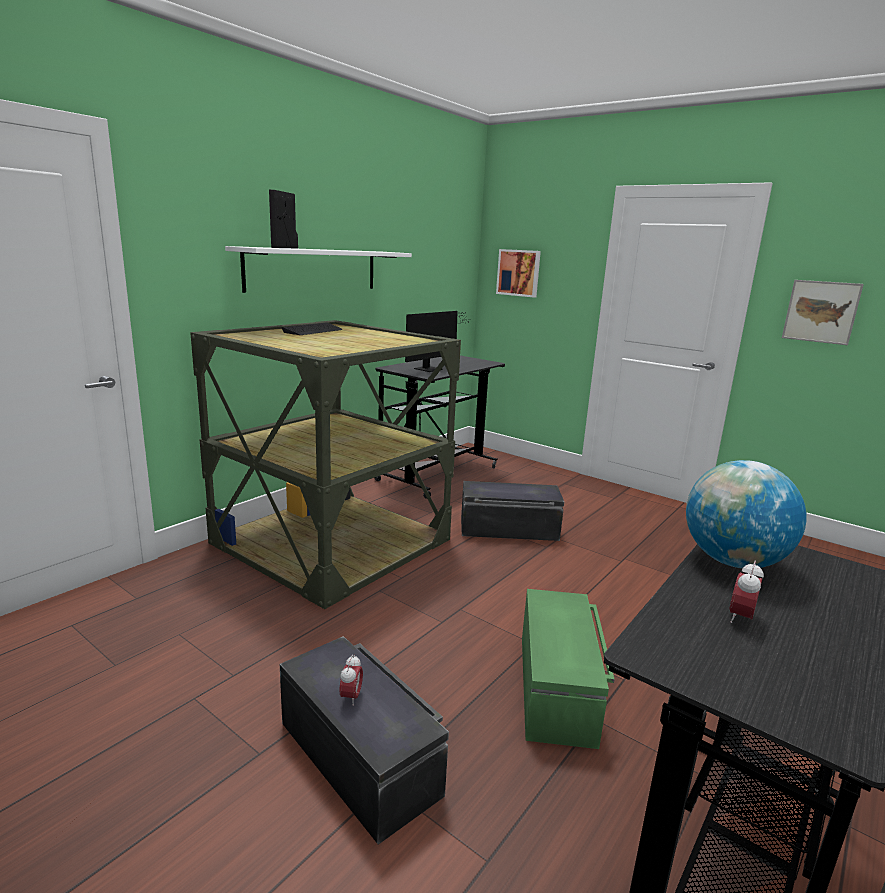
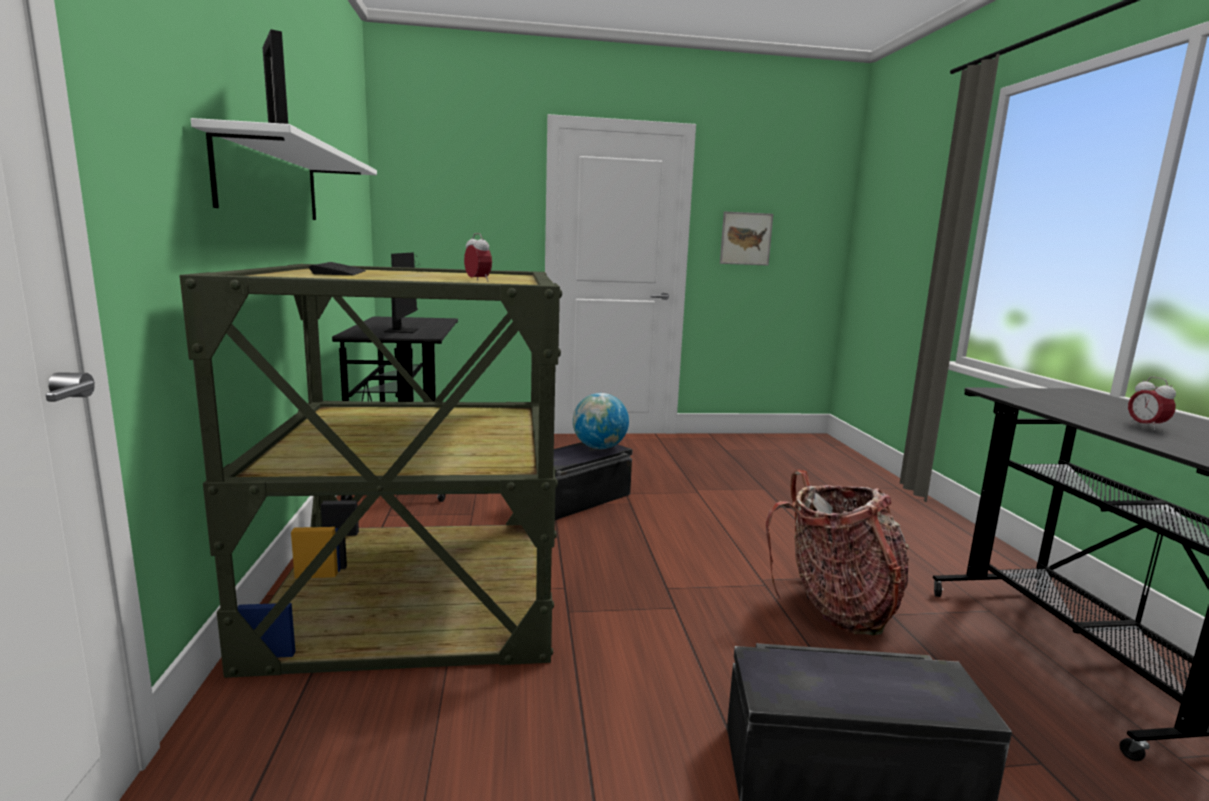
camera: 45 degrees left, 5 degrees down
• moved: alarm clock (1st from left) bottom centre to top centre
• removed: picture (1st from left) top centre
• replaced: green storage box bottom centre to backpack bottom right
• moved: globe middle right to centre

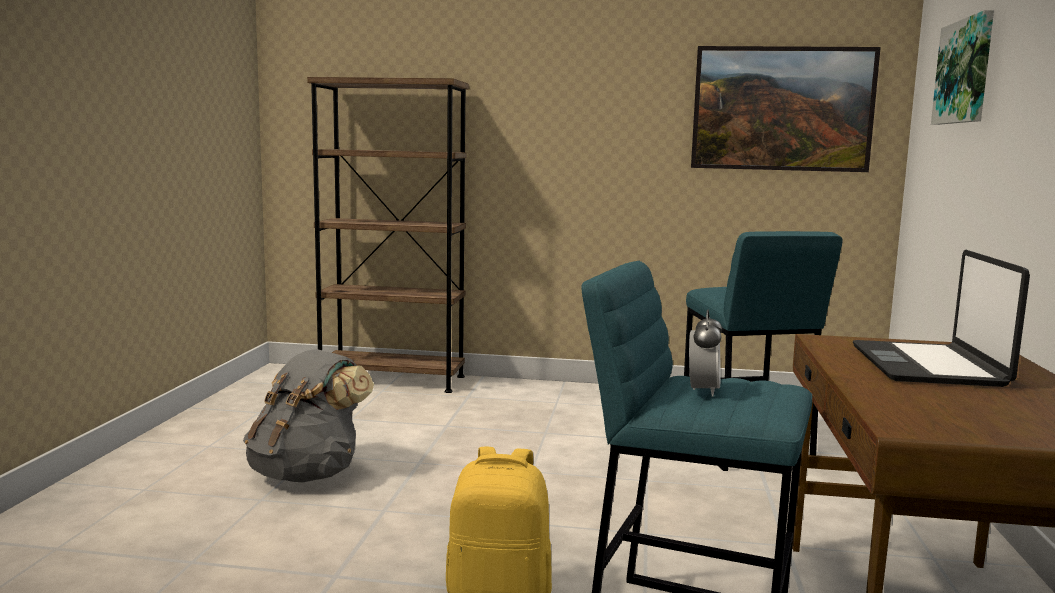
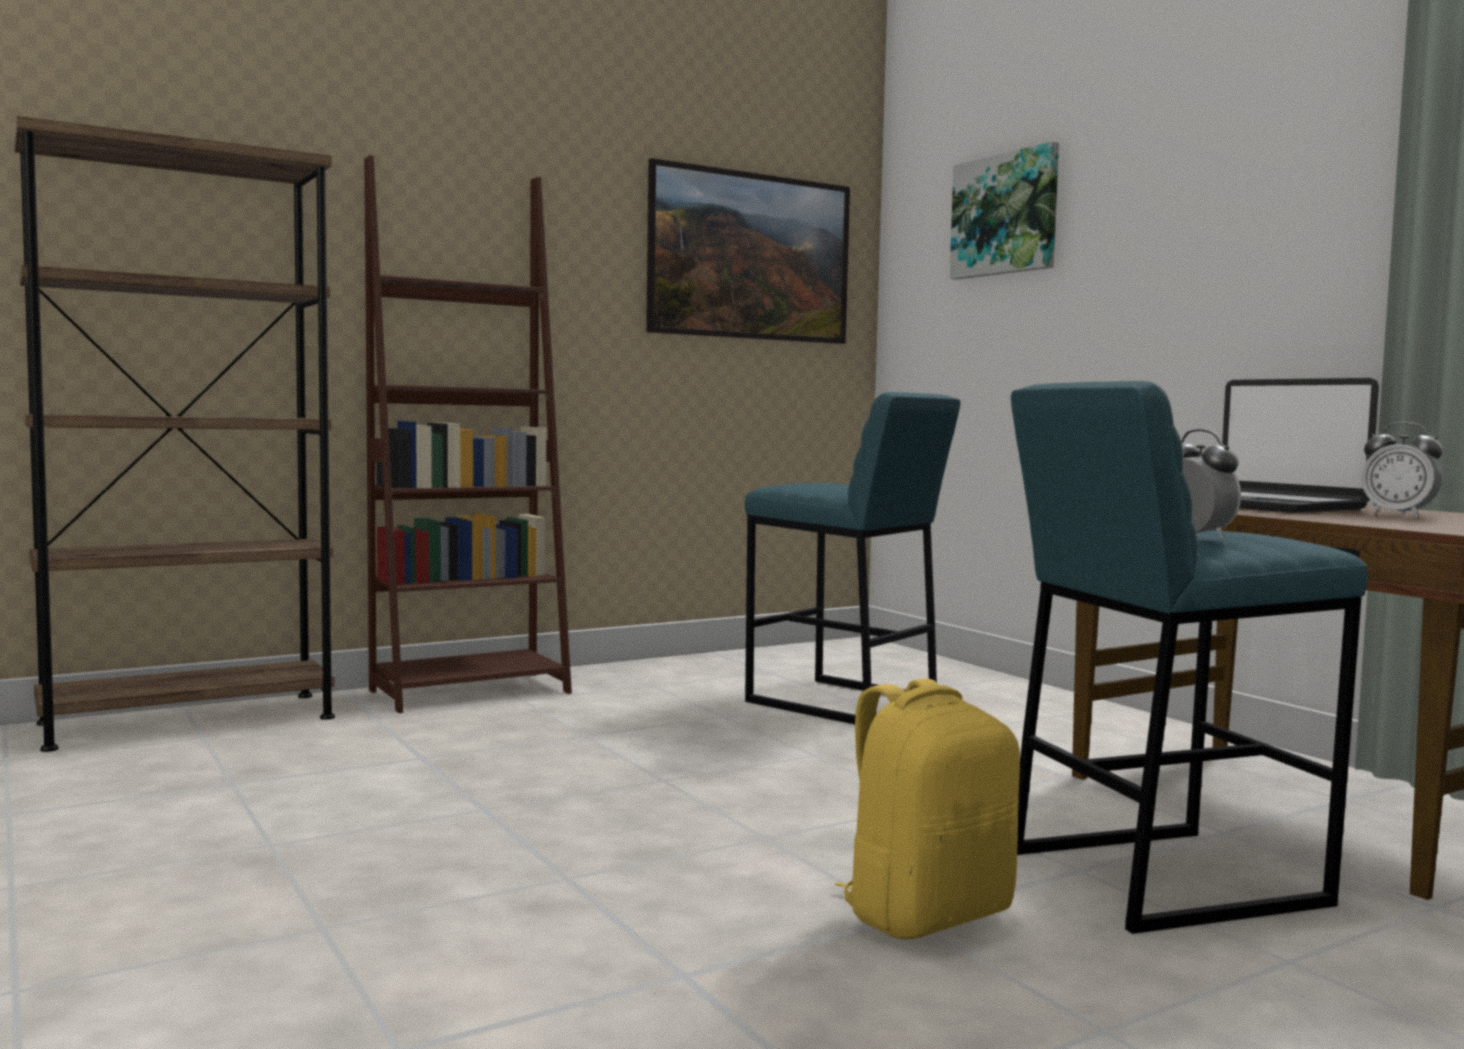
camera: 40 degrees left, 5 degrees down
• removed: grey backpack bottom left
• added: brown bookcase (2nd from left) middle left
• added: alarm clock (2nd from left) middle right

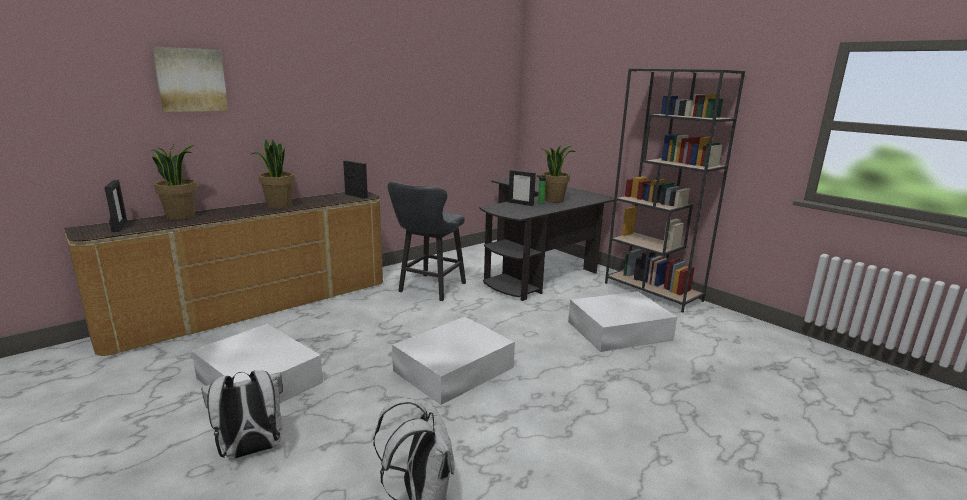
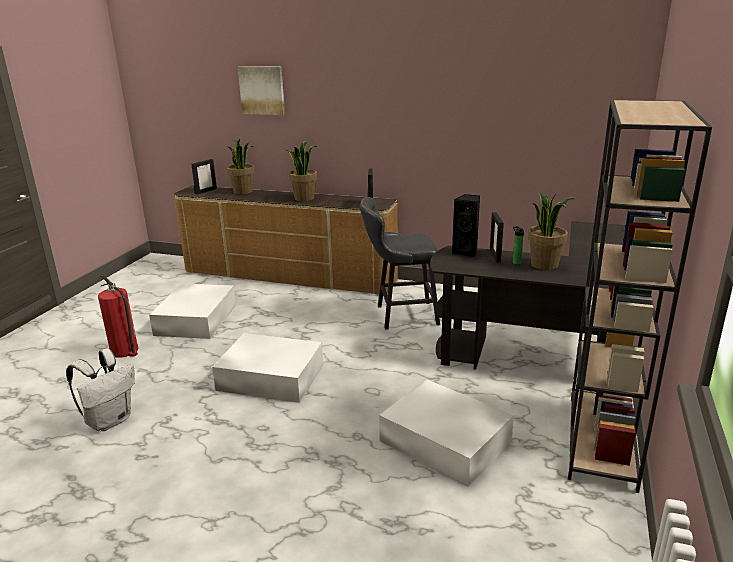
camera: 60 degrees right, 5 degrees up
• replaced: white backpack (1st from left) bottom left to fire extinguisher middle left
• added: black speaker centre

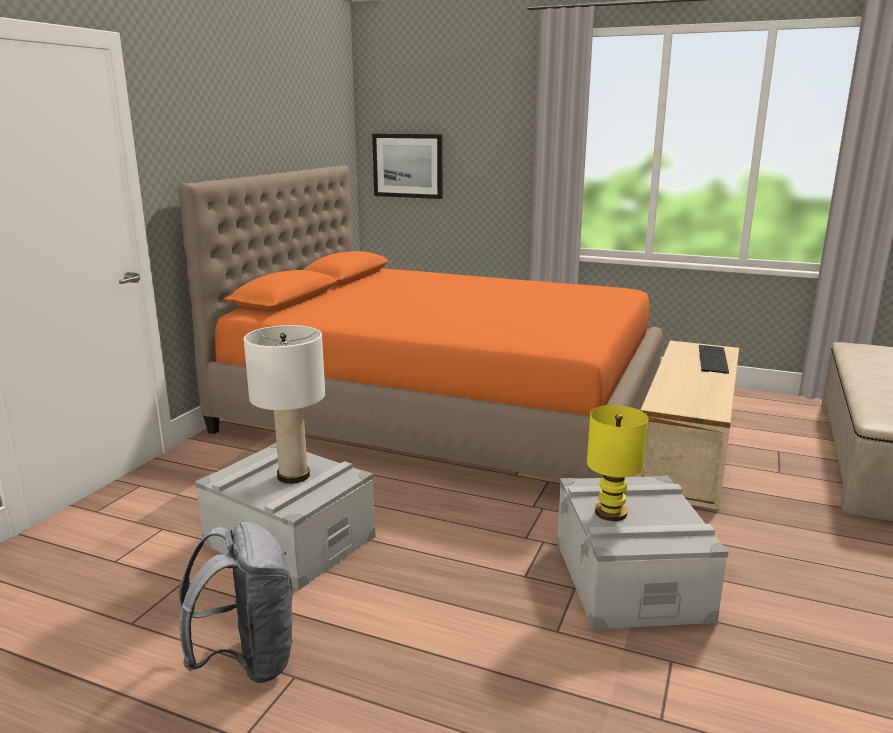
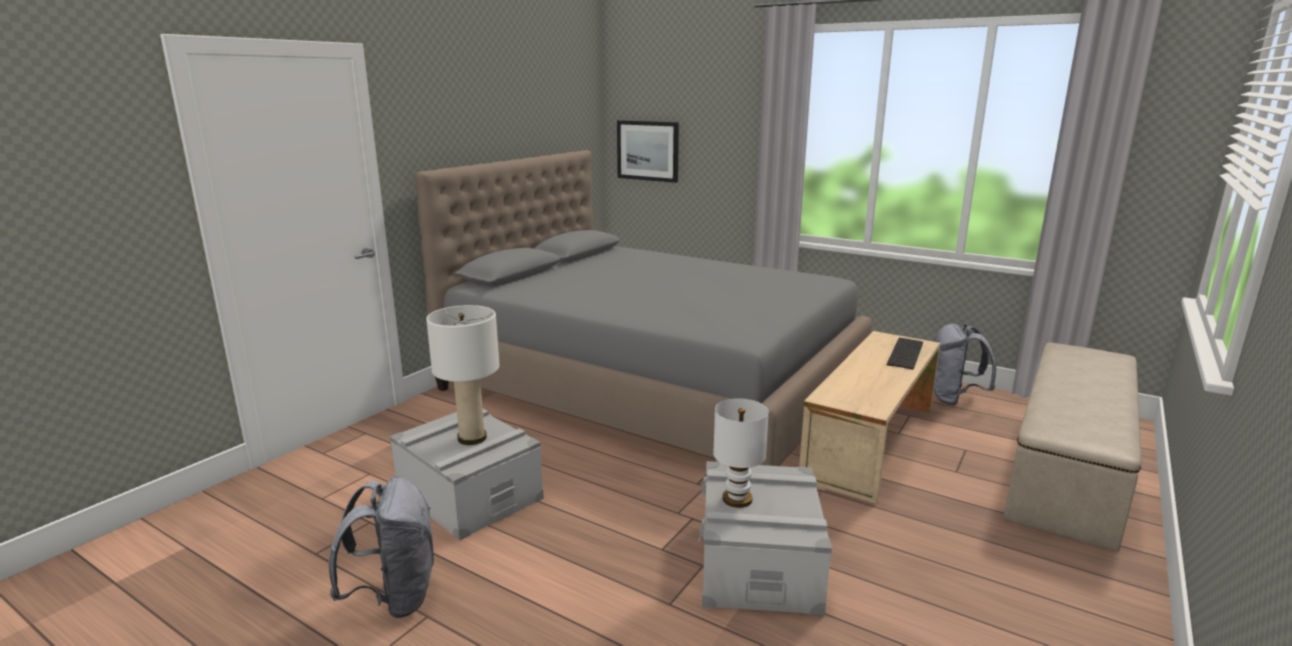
camera: 10 degrees right, 0 degrees up
• recoloured: orange bed centre to grey bed centre
• recoloured: yellow table lamp middle right to white table lamp (2nd from left) bottom centre
• added: grey backpack (2nd from left) middle right

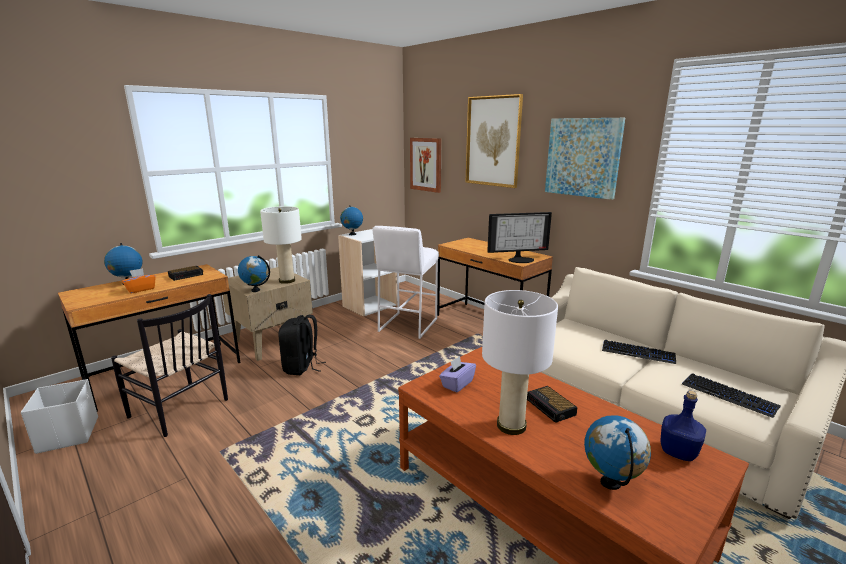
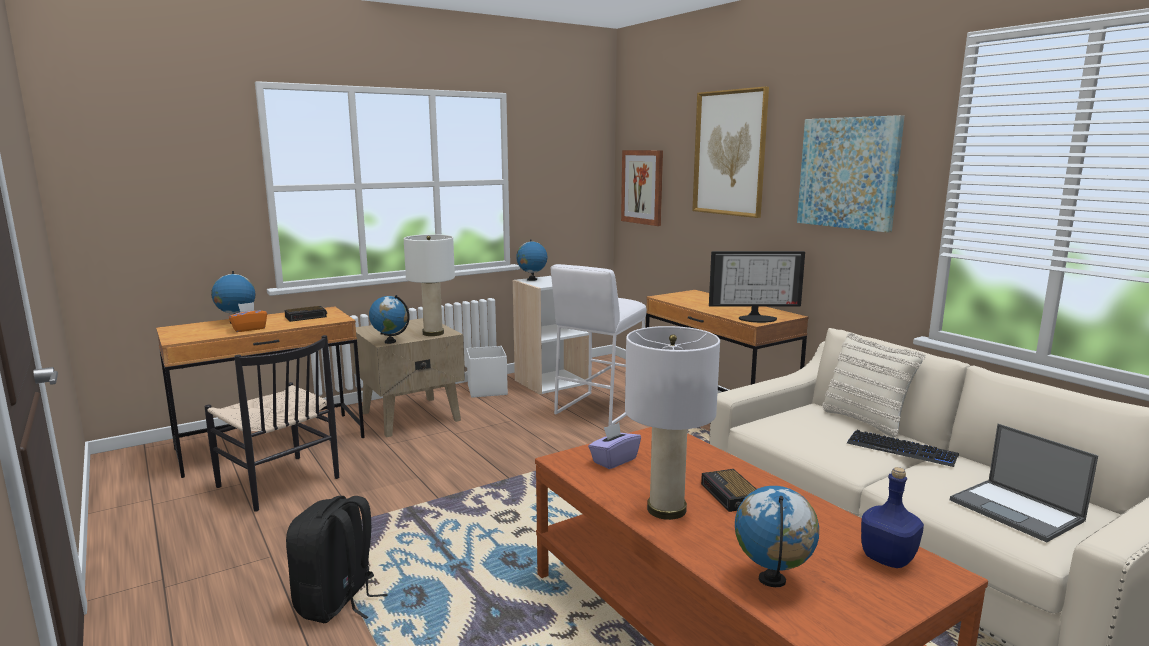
camera: 10 degrees right, 5 degrees down
• moved: white storage box bottom left to centre
• moved: black backpack centre to bottom left
• replaced: keyboard (2nd from left) bottom right to laptop bottom right
• added: beige pillow middle right

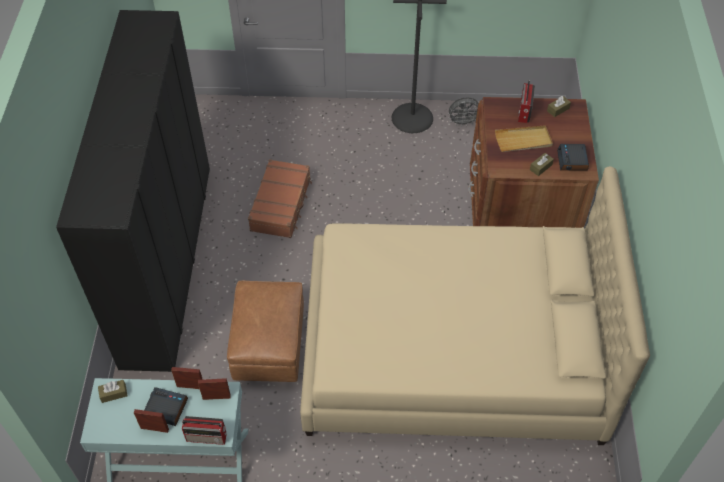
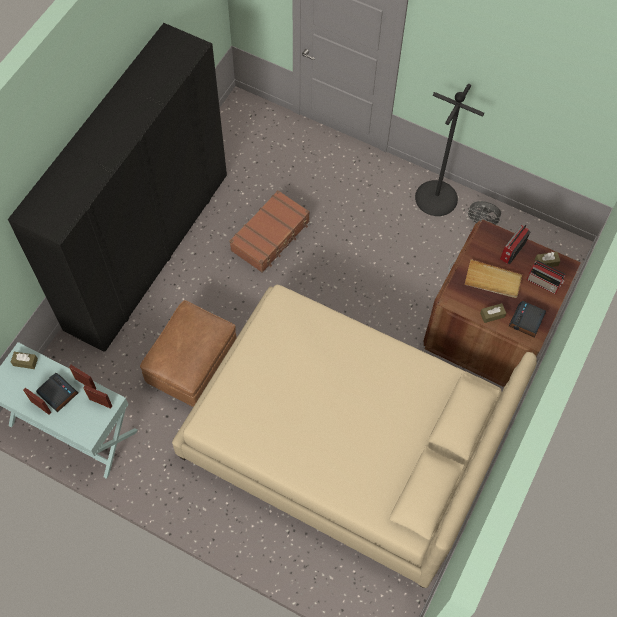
camera: 25 degrees right, 10 degrees up
• moved: radio (1st from left in the first image) bottom left to radio (2nd from left) middle right

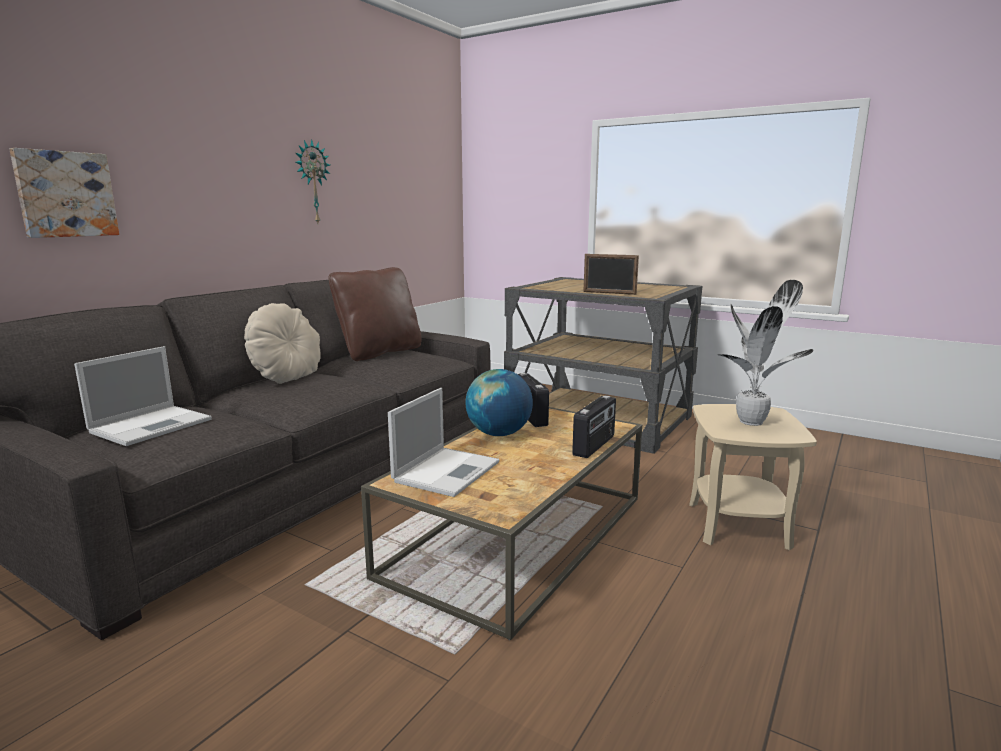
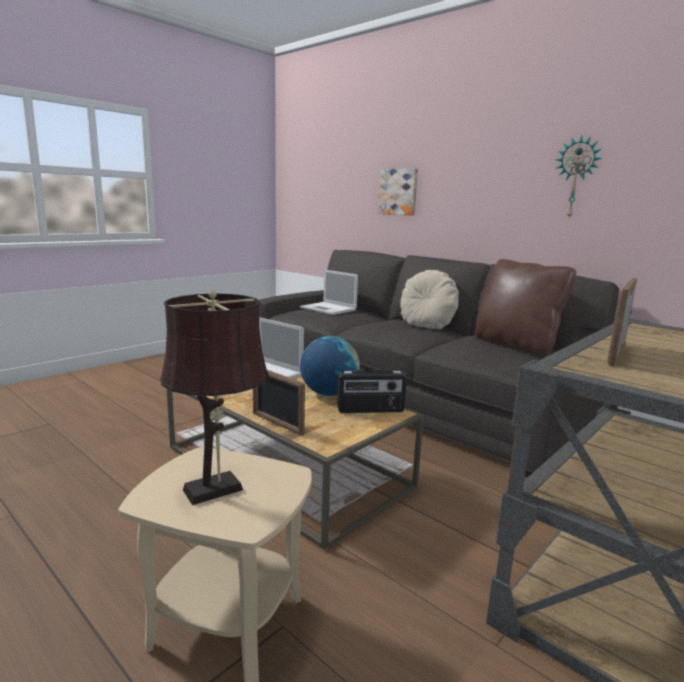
camera: 100 degrees right, 0 degrees up
• replaced: radio (2nd from left) centre to picture frame (1st from left) centre
• replaced: potted plant middle right to brown table lamp middle left

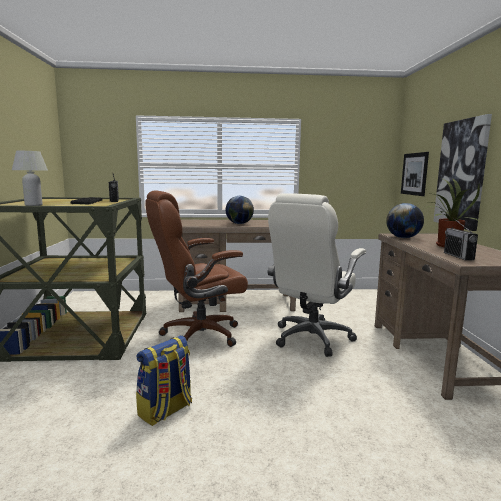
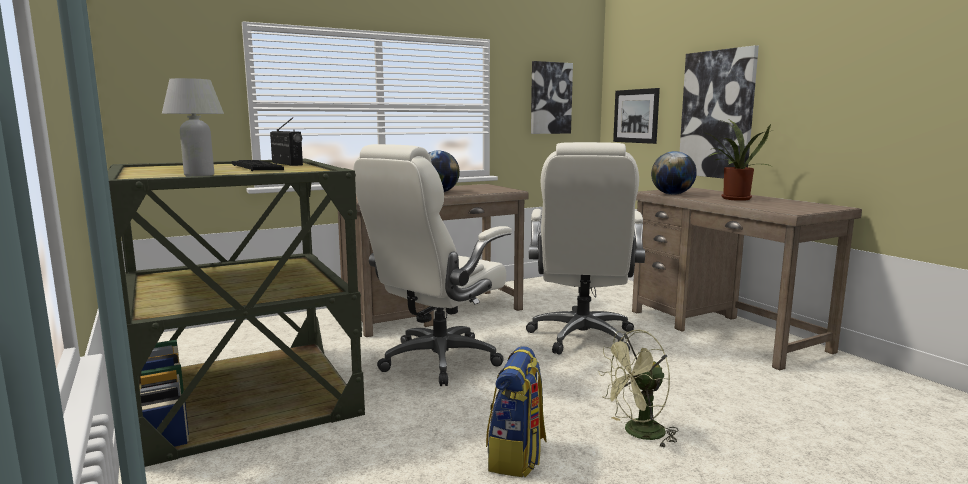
camera: 25 degrees left, 0 degrees up
• recoloured: brown office chair centre to white office chair (1st from left) centre
• removed: radio (2nd from left) middle right
• added: picture (1st from left) top centre
• added: green fan bottom centre

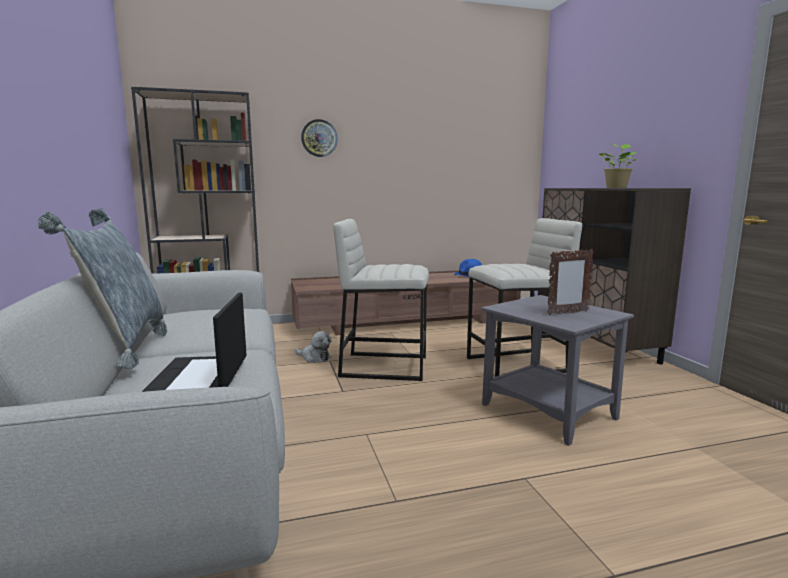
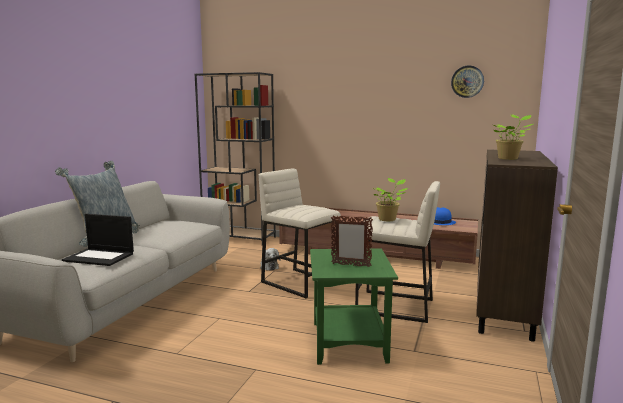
camera: 35 degrees right, 0 degrees up
• turned: laptop middle left = middle left 105 degrees counterclockwise
• moved: wall clock top centre to top right
• recoloured: grey side table middle right to green side table bottom centre
• added: potted plant (1st from left) centre

